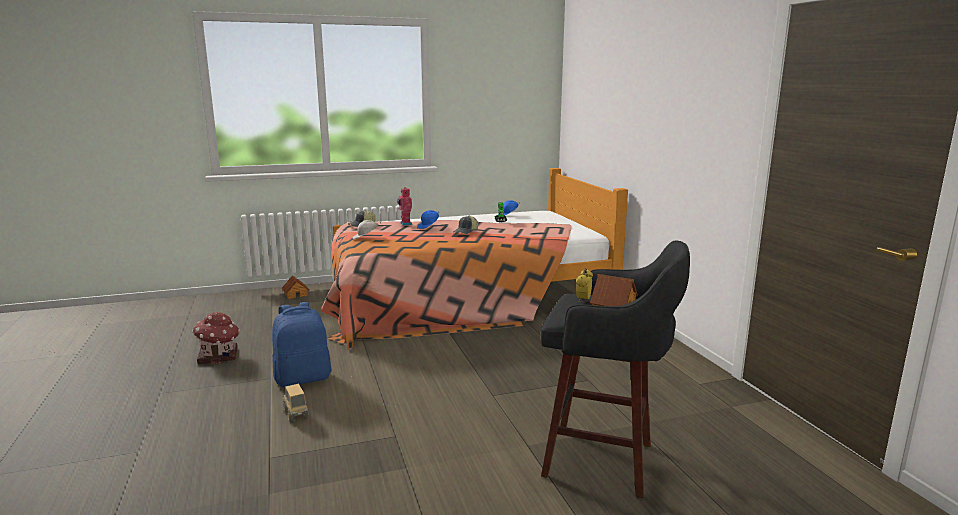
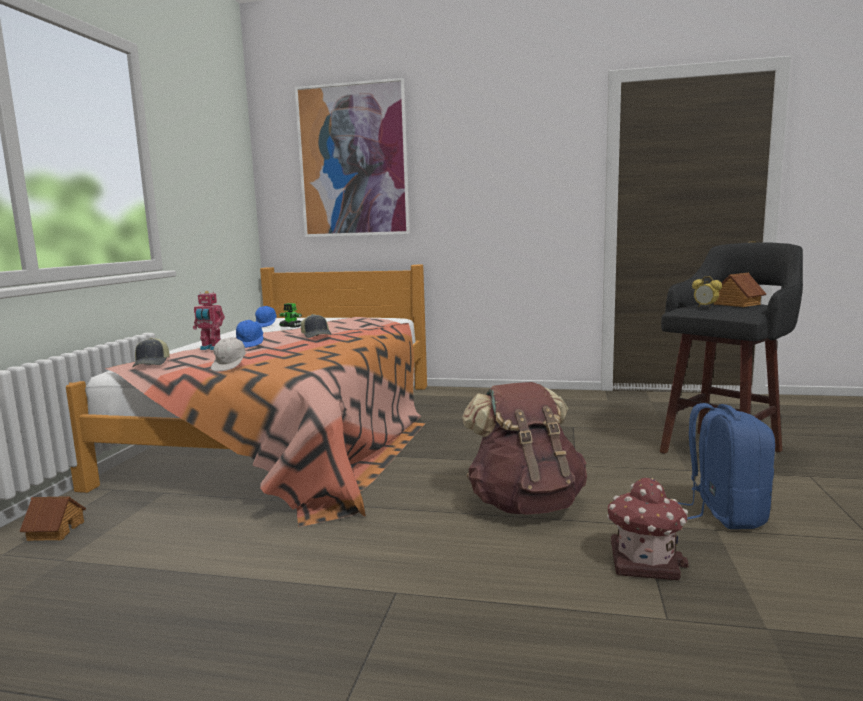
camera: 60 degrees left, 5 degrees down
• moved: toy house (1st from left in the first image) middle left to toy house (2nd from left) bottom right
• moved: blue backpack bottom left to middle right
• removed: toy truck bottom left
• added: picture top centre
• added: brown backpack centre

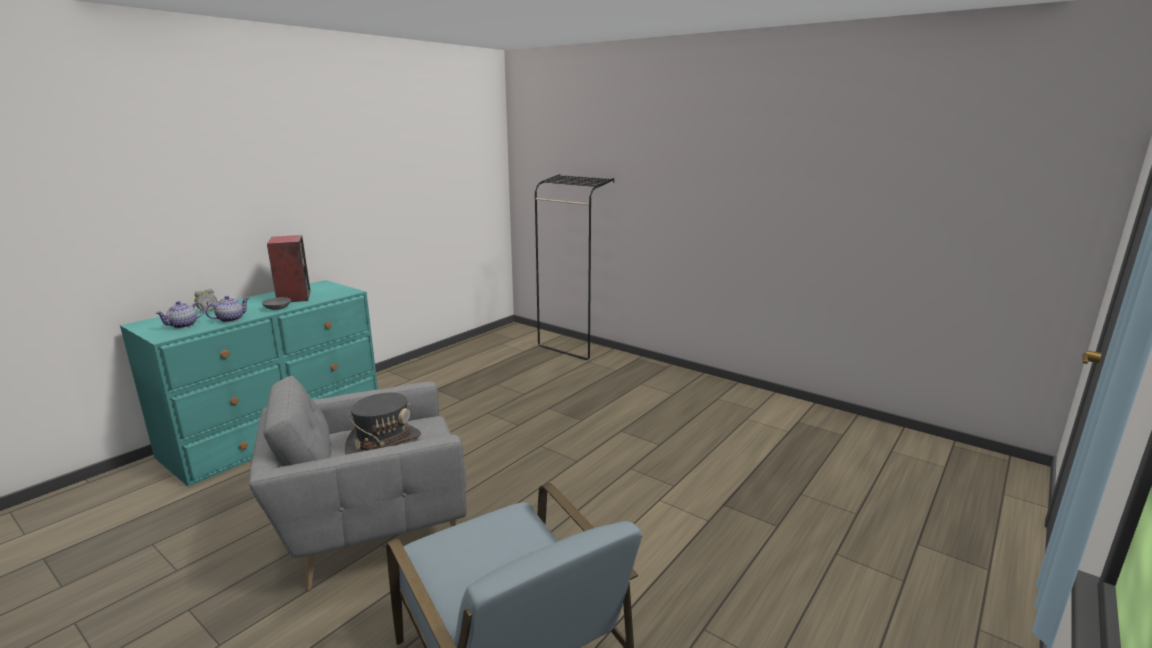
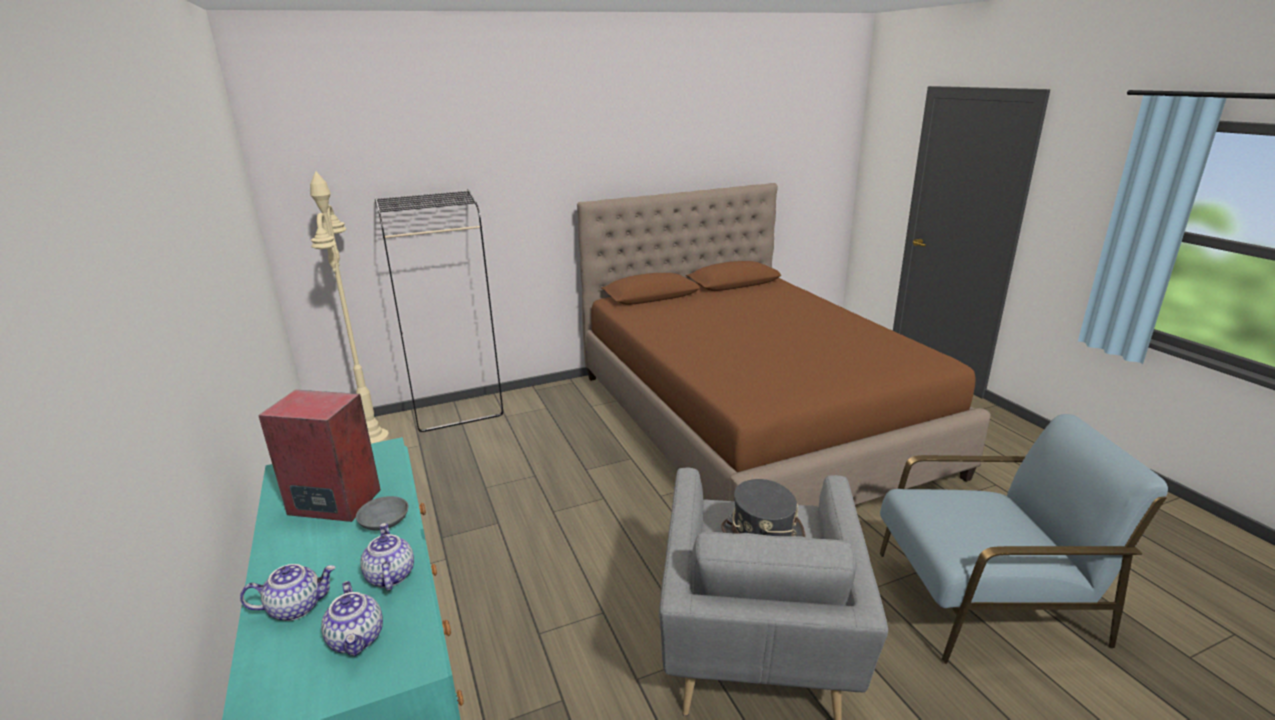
camera: 60 degrees left, 5 degrees up
• replaced: alarm clock middle left to teapot (1st from left) bottom left
• added: beige floor lamp middle left
• added: brown bed centre

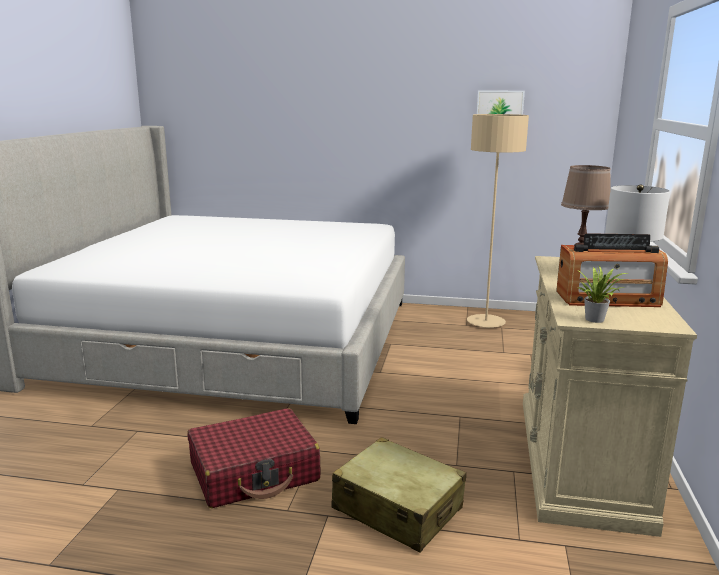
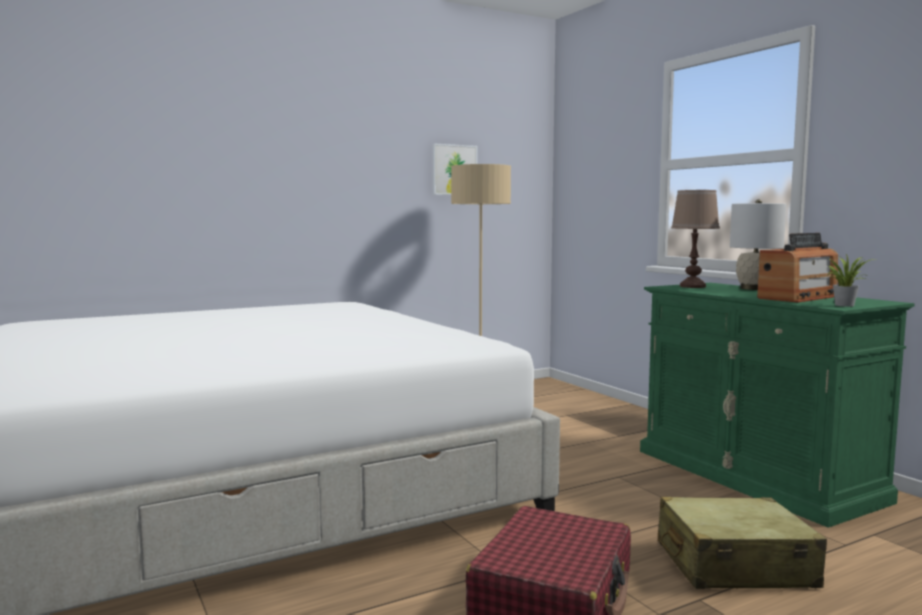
camera: 40 degrees left, 10 degrees down
• recoloured: beige dresser bottom right to green dresser middle right

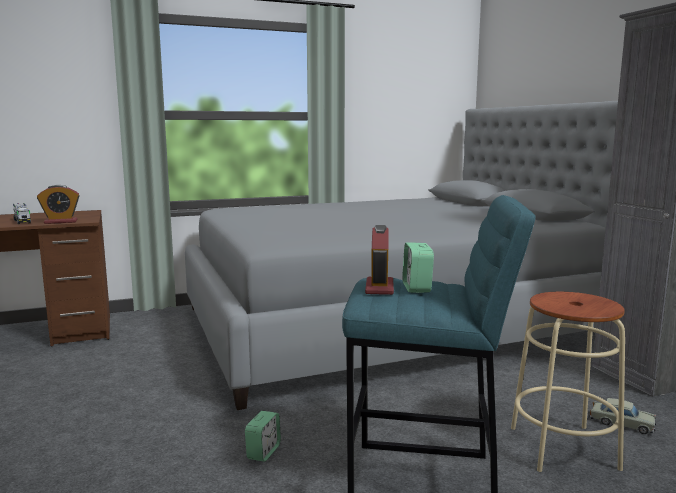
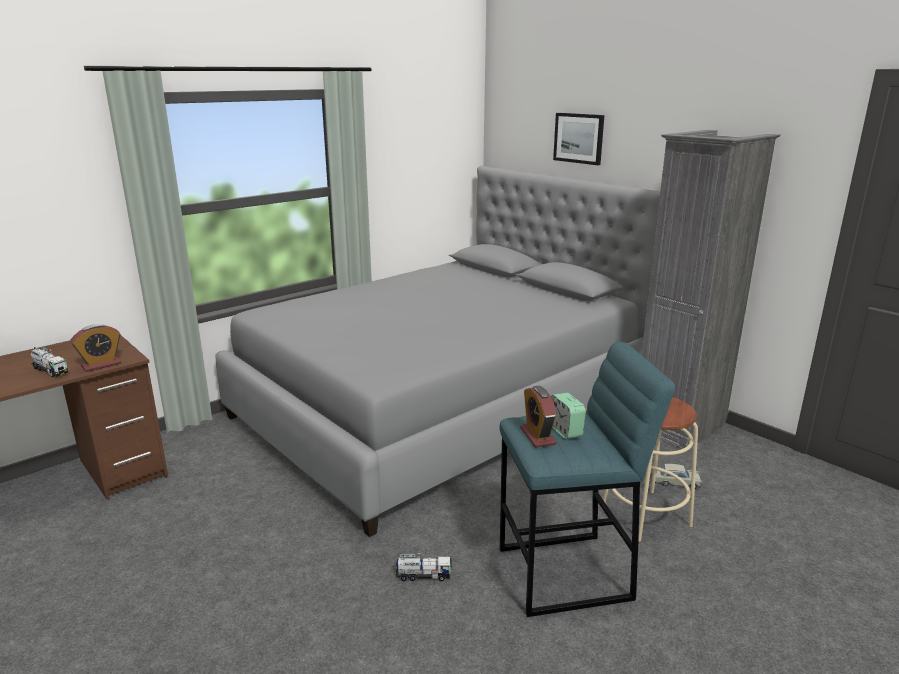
camera: 20 degrees left, 10 degrees up
• replaced: alarm clock (2nd from left) bottom centre to toy truck (2nd from left) bottom centre
• added: picture top centre

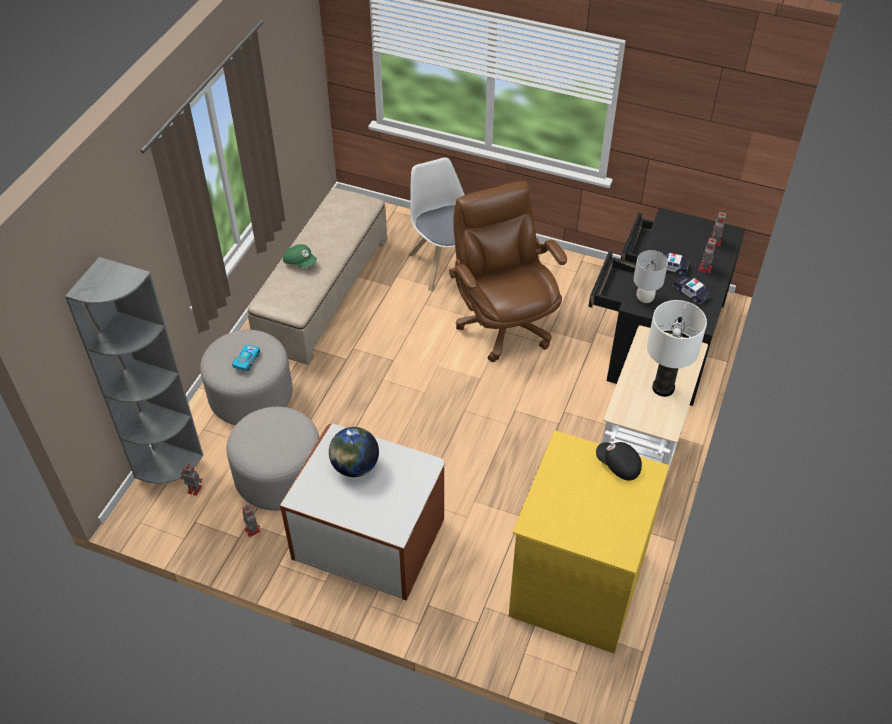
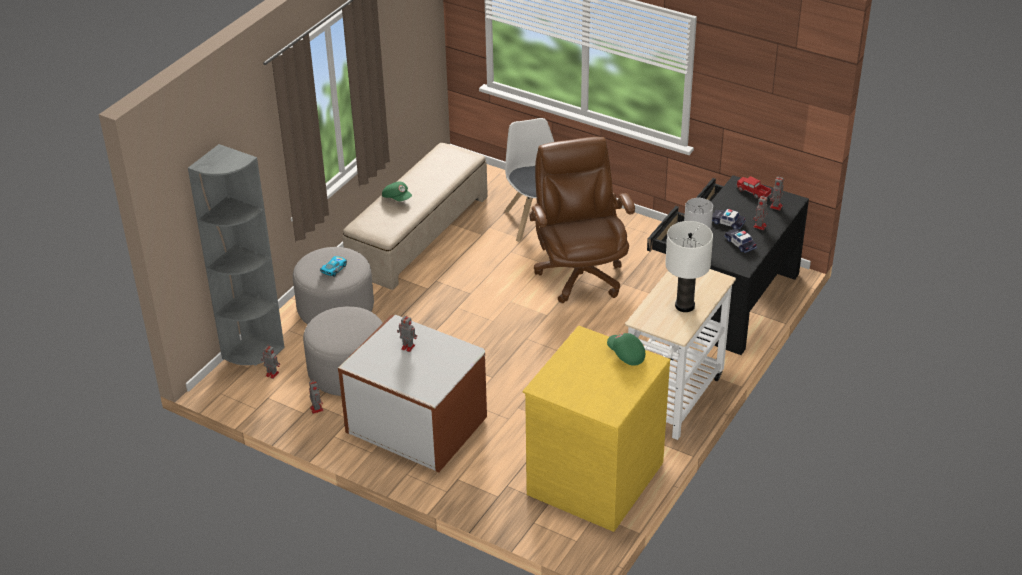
camera: 10 degrees right, 10 degrees down
• replaced: globe centre to toy robot (3rd from left) centre
• recoloured: black cap middle right to green cap (2nd from left) centre
• added: toy truck top right

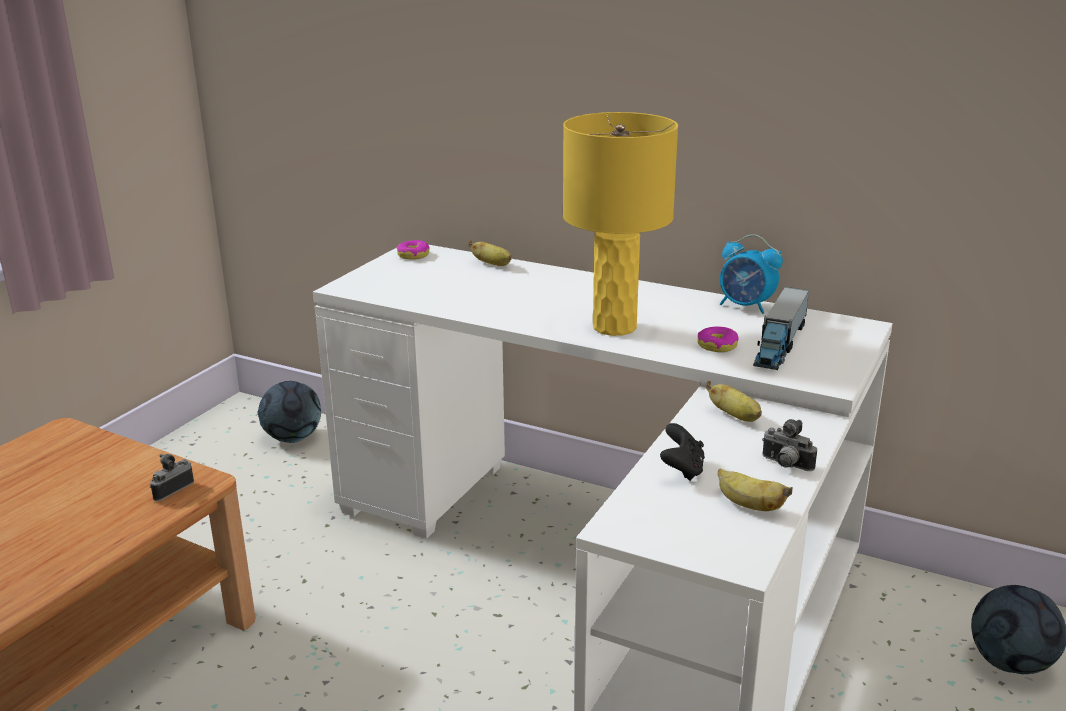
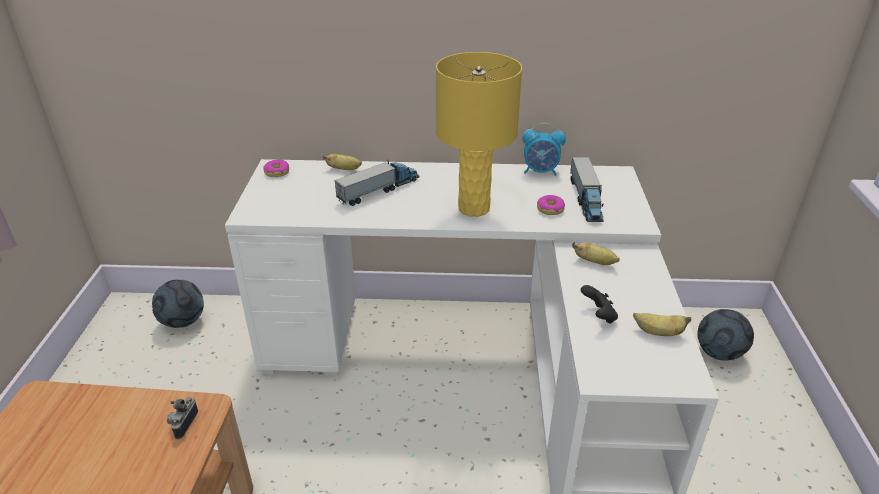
camera: 25 degrees left, 10 degrees up
• removed: photo camera (2nd from left) middle right
• added: toy truck (1st from left) centre

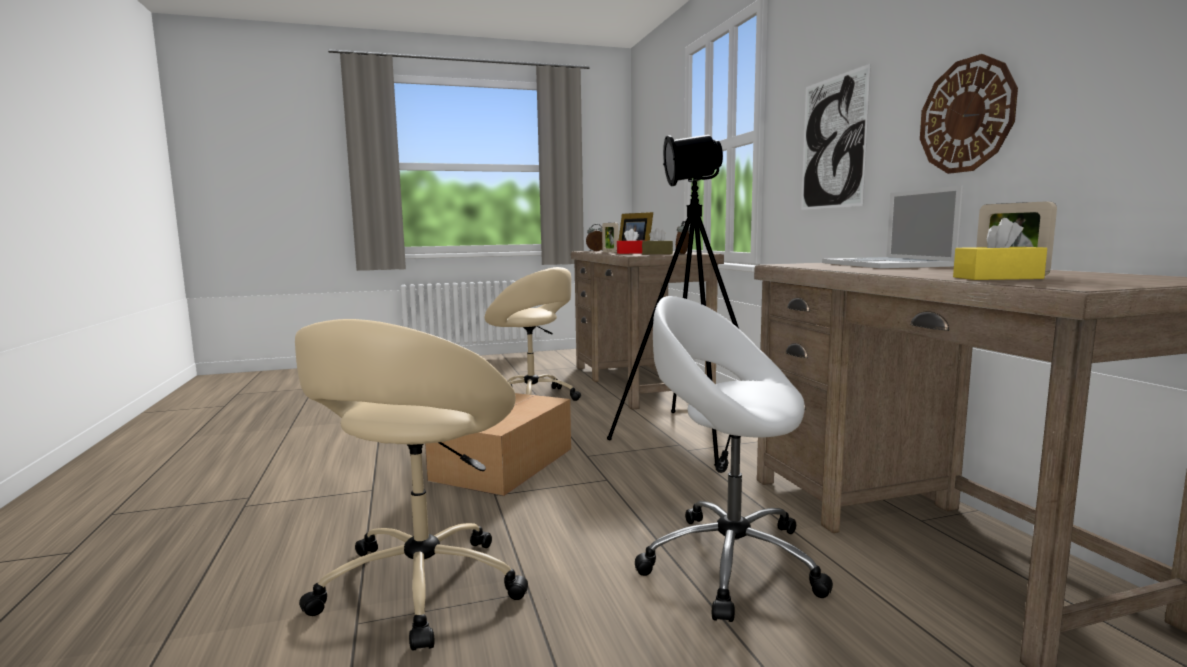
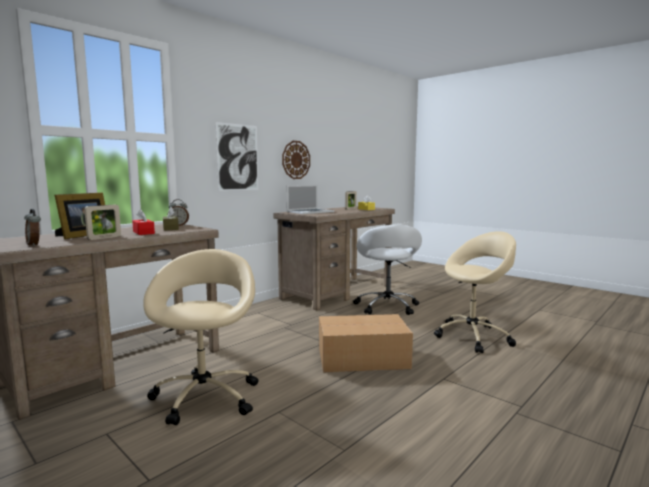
camera: 120 degrees left, 0 degrees up
• removed: black floor lamp centre

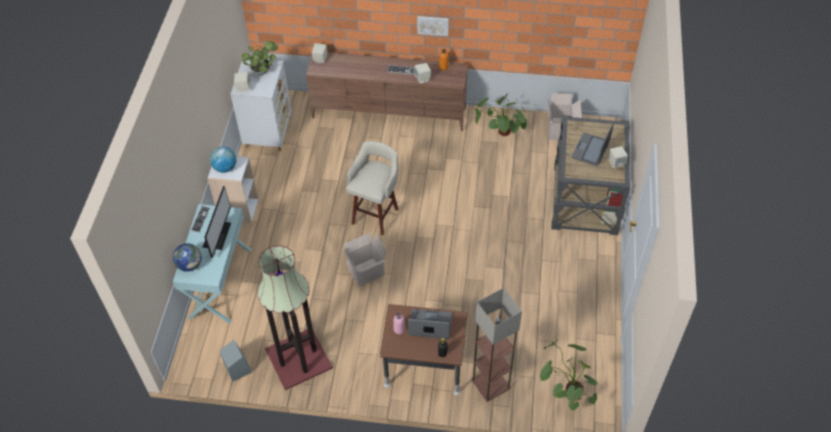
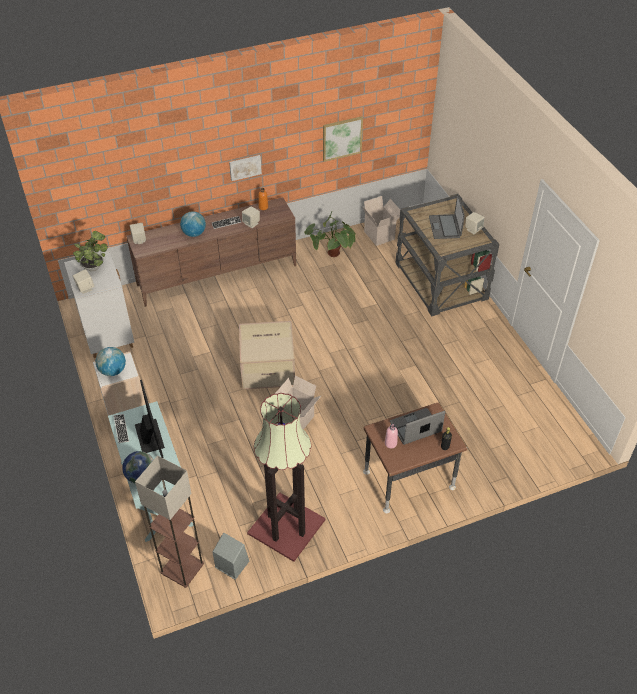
camera: 30 degrees left, 5 degrees down
• replaced: beige stool centre to cardboard box (1st from left) centre
• moved: floor lamp (2nd from left in the first image) bottom centre to floor lamp (1st from left) bottom left
• removed: potted plant (3rd from left) bottom right
• added: globe (3rd from left) top left
• added: picture (2nd from left) top centre

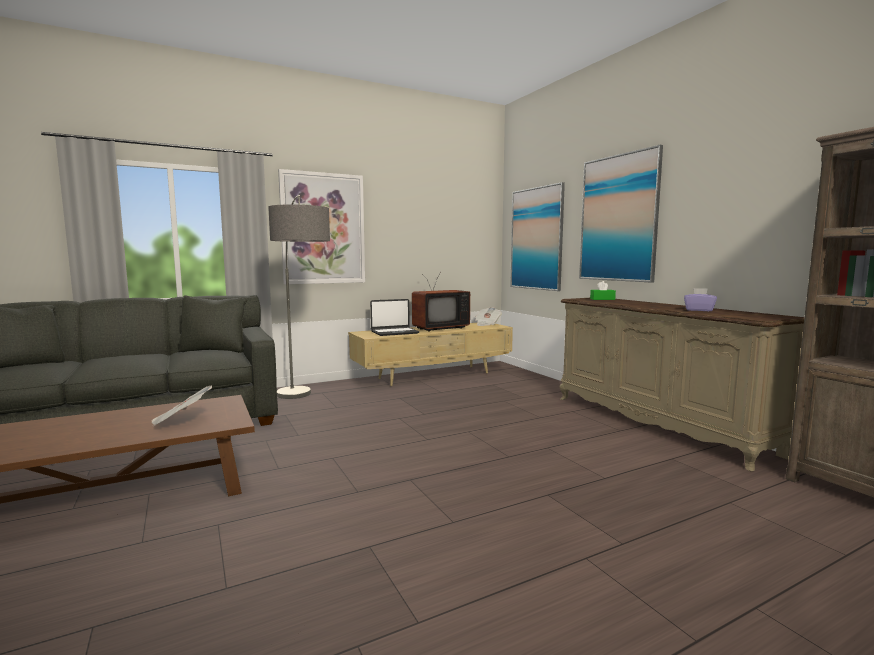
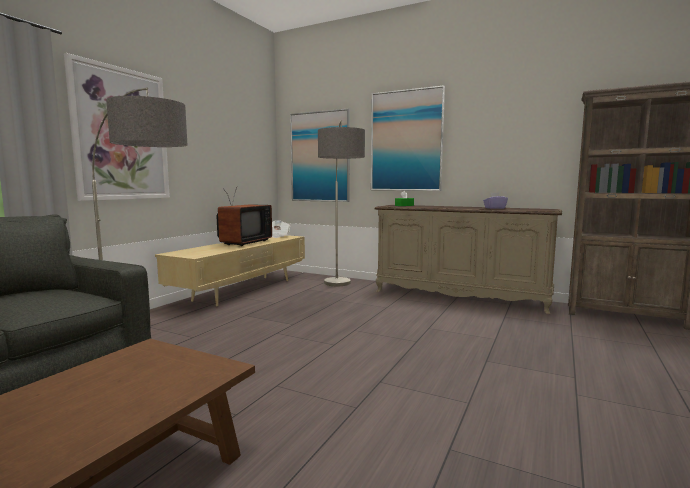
camera: 35 degrees left, 0 degrees up
• removed: newspaper (1st from left) middle left
• removed: laptop centre
• added: floor lamp (2nd from left) centre

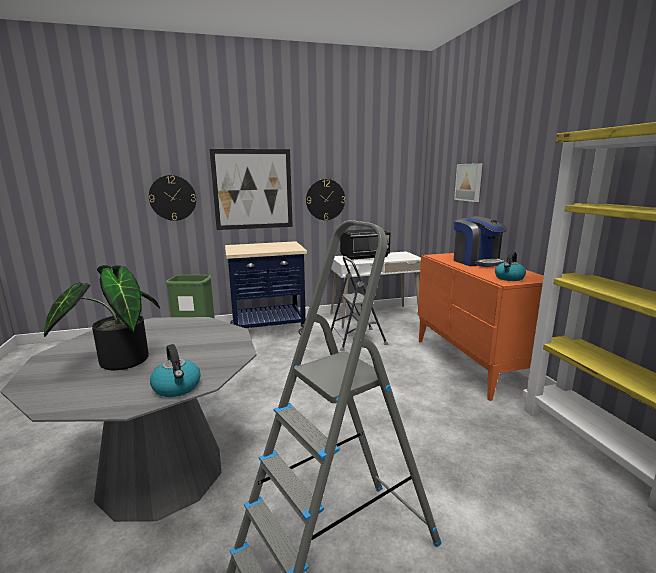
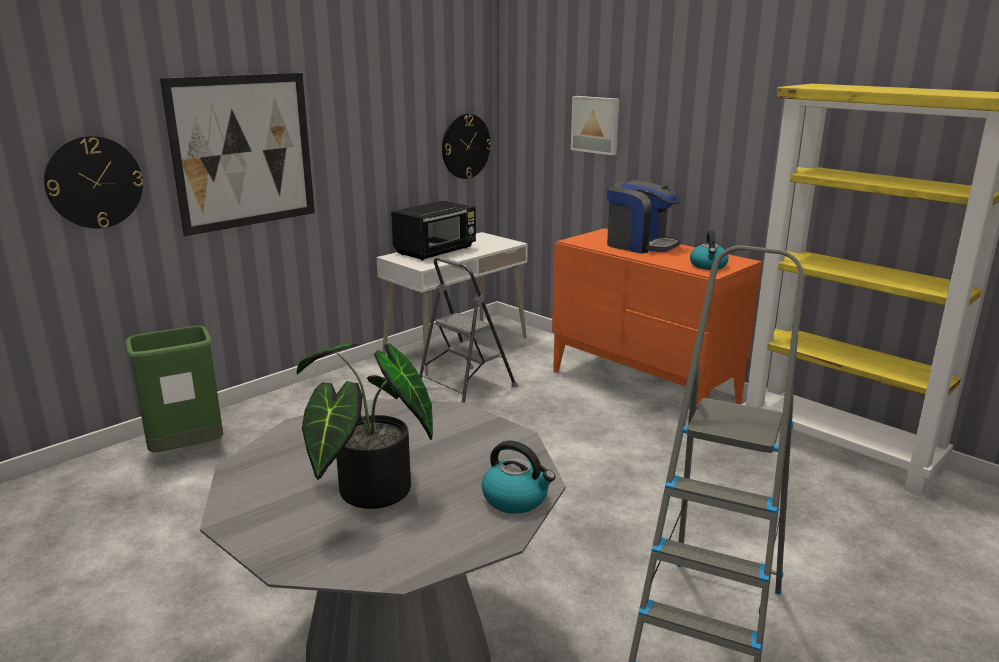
camera: 30 degrees left, 5 degrees up
• removed: blue cart centre
• moved: wall clock (2nd from left) centre to top centre

